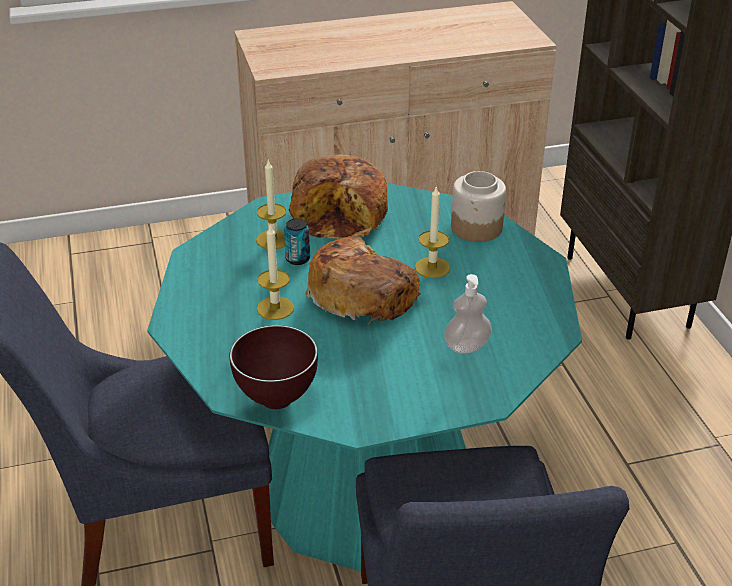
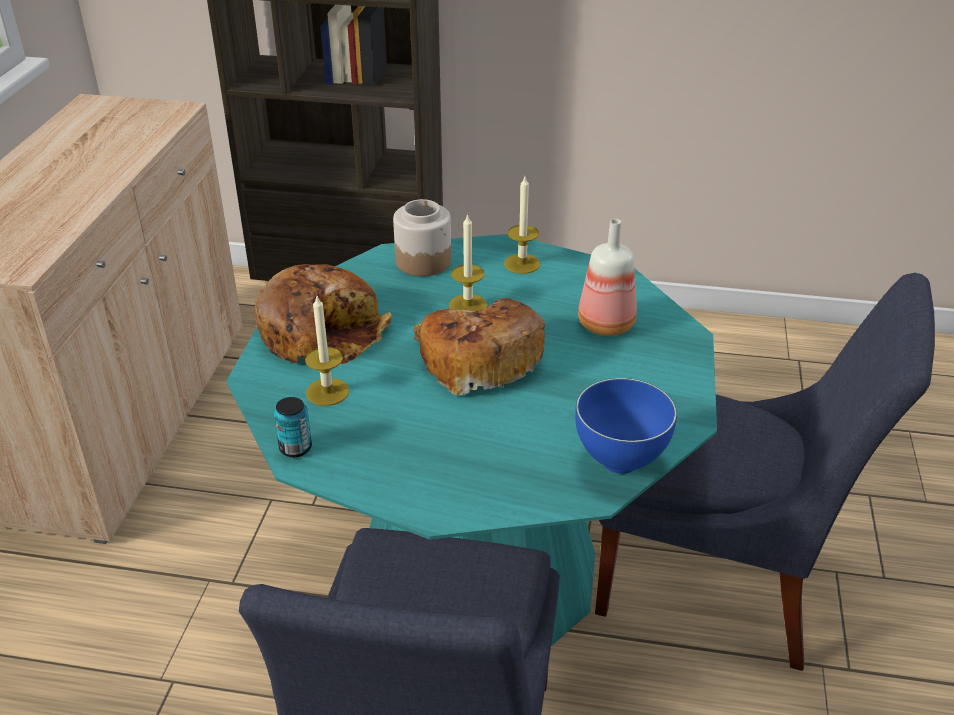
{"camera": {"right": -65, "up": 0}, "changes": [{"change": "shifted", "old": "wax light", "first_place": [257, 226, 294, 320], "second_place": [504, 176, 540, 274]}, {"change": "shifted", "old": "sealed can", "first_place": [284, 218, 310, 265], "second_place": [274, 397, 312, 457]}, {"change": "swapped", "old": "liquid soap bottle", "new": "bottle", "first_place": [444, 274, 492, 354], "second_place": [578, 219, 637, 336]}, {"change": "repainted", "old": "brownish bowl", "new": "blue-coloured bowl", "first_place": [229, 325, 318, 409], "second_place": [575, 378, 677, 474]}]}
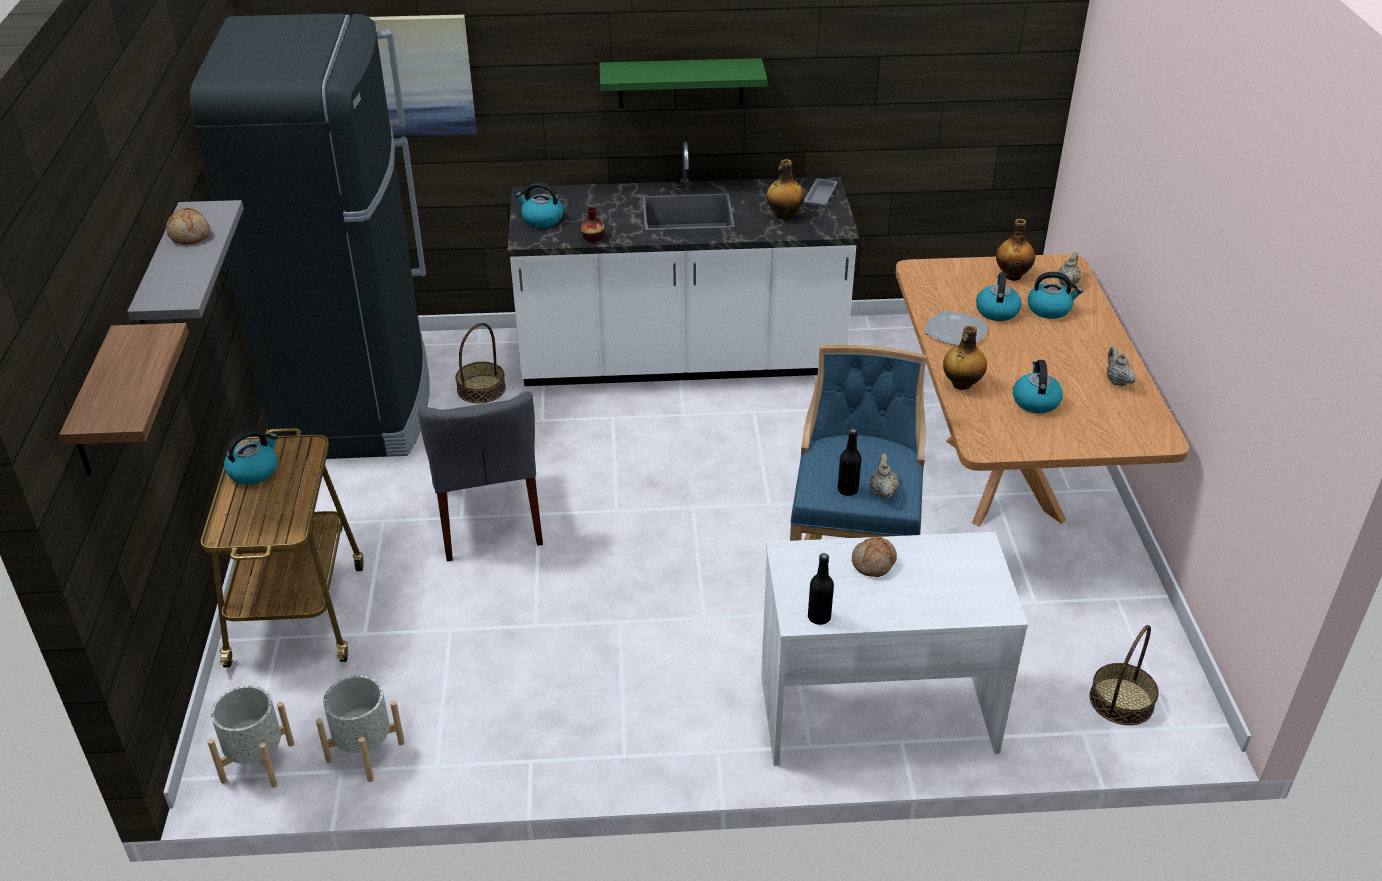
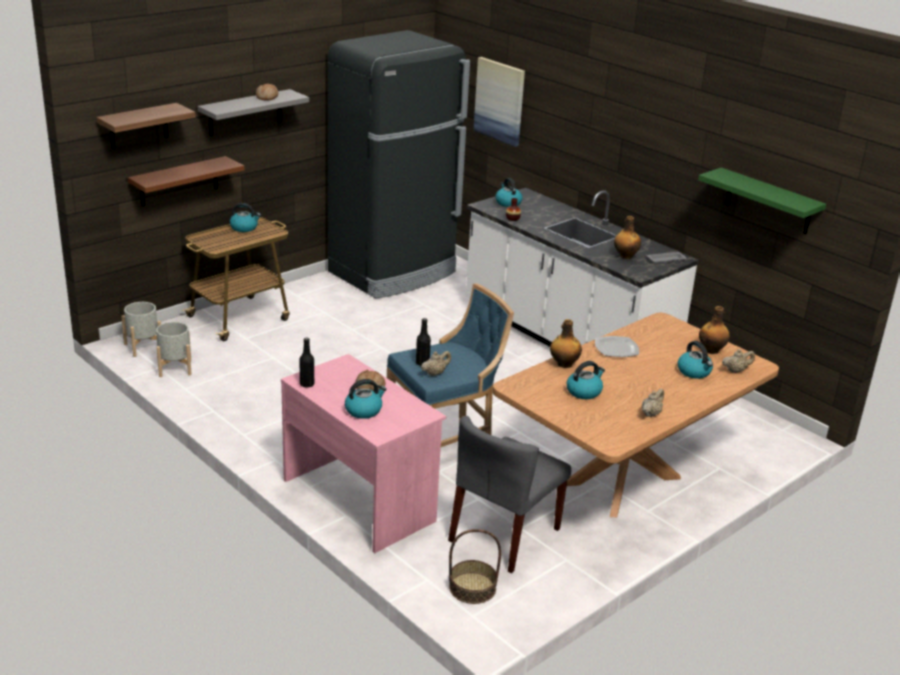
{"camera": {"right": 50, "up": -10}, "changes": [{"change": "gone", "old": "household basket", "first_place": [455, 323, 506, 404]}, {"change": "new", "new": "brownish bracket shelf", "second_place": [128, 156, 245, 207]}, {"change": "shifted", "old": "gray plain chair", "first_place": [418, 391, 543, 562], "second_place": [448, 416, 571, 573]}, {"change": "shifted", "old": "greenish bracket shelf", "first_place": [599, 58, 767, 108], "second_place": [698, 168, 826, 234]}, {"change": "shifted", "old": "water kettle", "first_place": [976, 272, 1022, 321], "second_place": [345, 379, 387, 419]}, {"change": "repainted", "old": "whitish desk unit", "new": "pink desk unit", "first_place": [761, 532, 1028, 766], "second_place": [281, 354, 446, 553]}]}
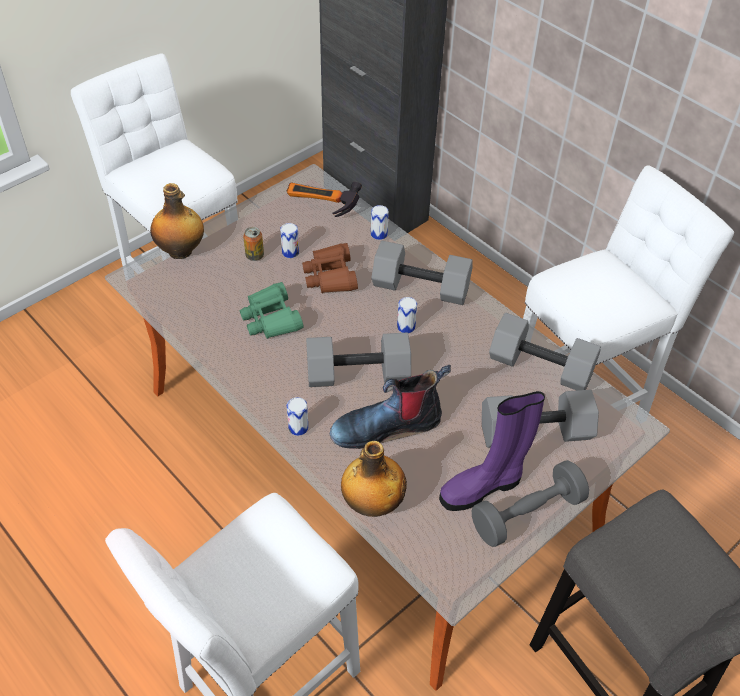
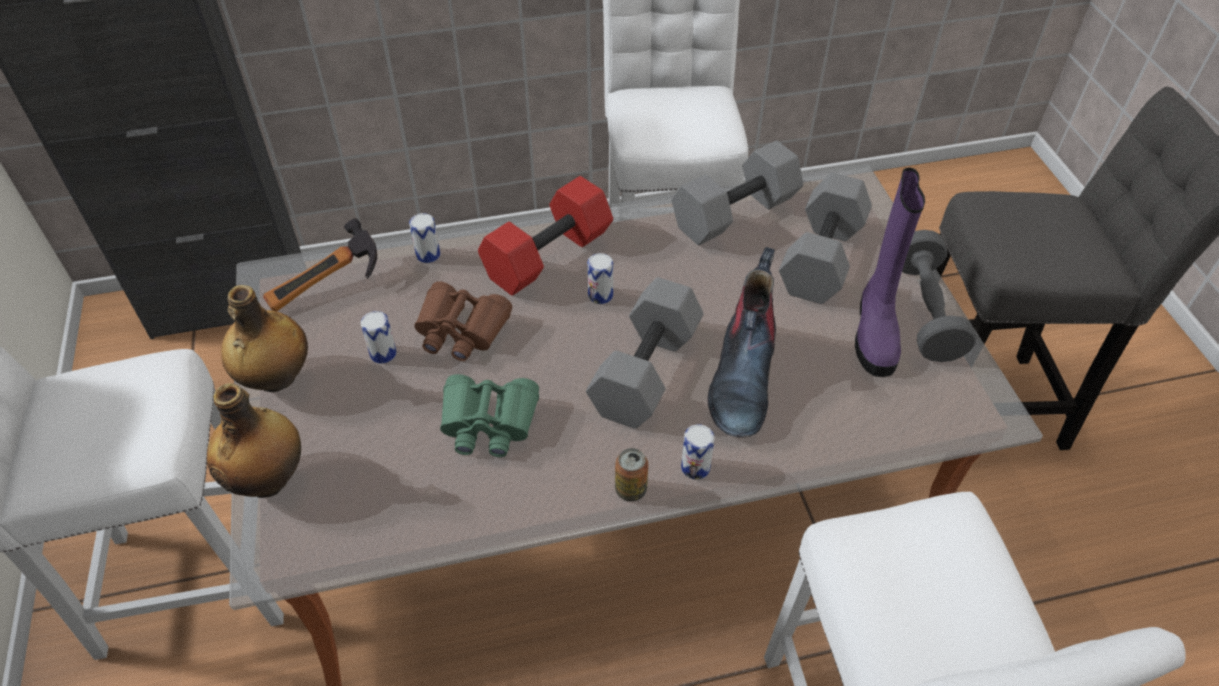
{"camera": {"right": -60, "up": 0}, "changes": [{"change": "shifted", "old": "sealed can", "first_place": [243, 227, 264, 261], "second_place": [615, 448, 648, 502]}, {"change": "shifted", "old": "bottle", "first_place": [341, 441, 407, 517], "second_place": [221, 285, 308, 392]}, {"change": "repainted", "old": "gray free weight", "new": "red free weight", "first_place": [371, 241, 473, 305], "second_place": [478, 176, 613, 296]}]}
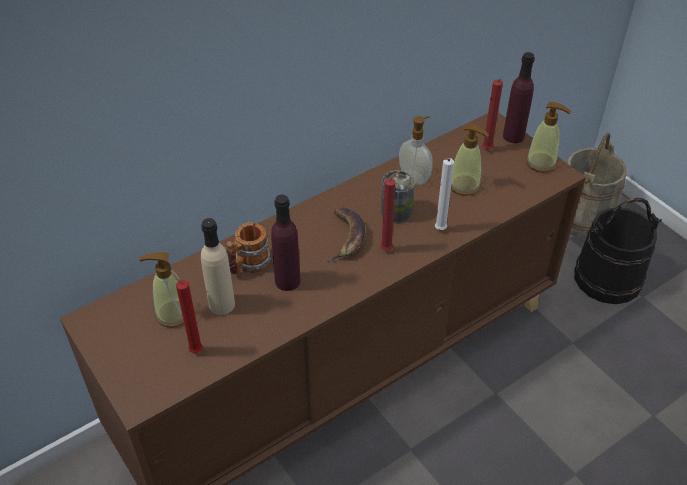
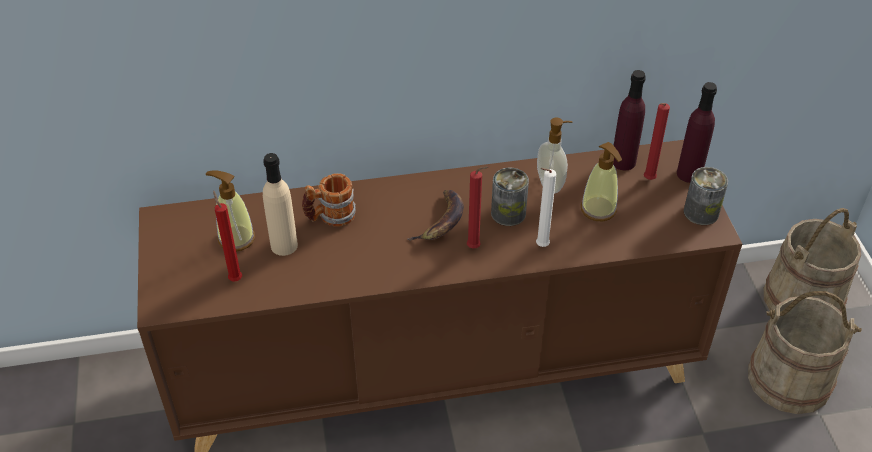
{"camera": {"right": 25, "up": 0}, "changes": [{"change": "shifted", "old": "purple-coloured bottle", "first_place": [271, 195, 300, 291], "second_place": [613, 70, 646, 170]}, {"change": "swapped", "old": "liquid soap bottle", "new": "sealed can", "first_place": [526, 102, 571, 172], "second_place": [684, 167, 728, 225]}, {"change": "repainted", "old": "black-coloured water bucket", "new": "sand-coloured water bucket", "first_place": [574, 198, 662, 304], "second_place": [748, 291, 862, 414]}]}
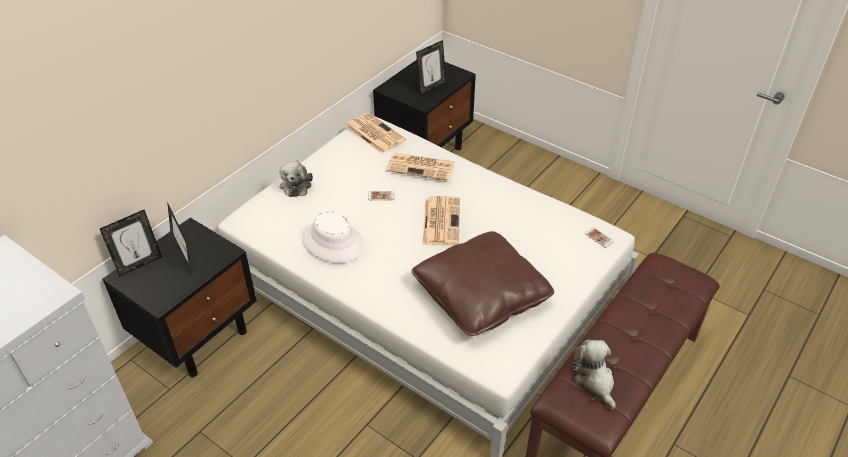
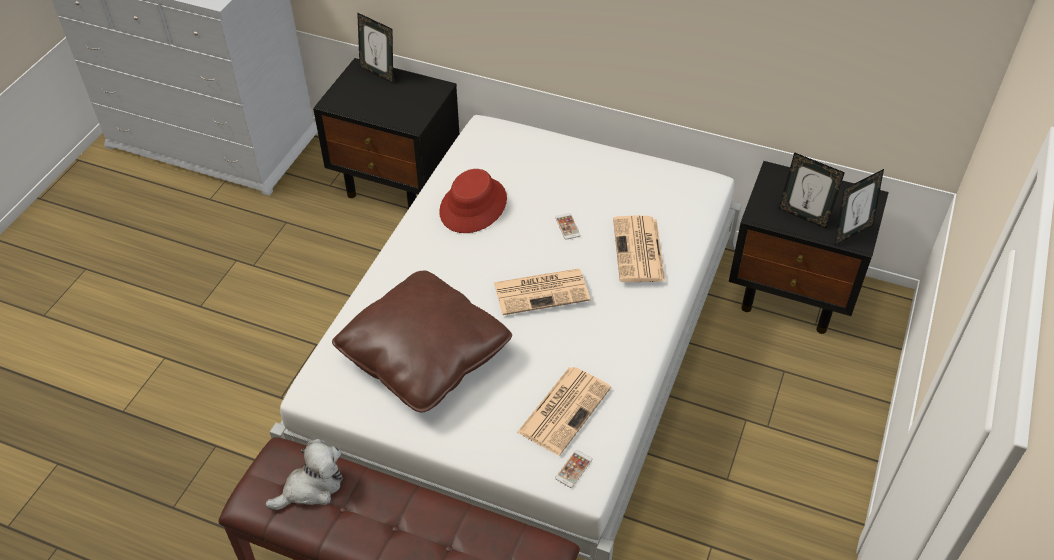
{"camera": {"right": 75, "up": 5}, "changes": [{"change": "gone", "old": "cuddly toy", "first_place": [279, 161, 313, 197]}, {"change": "shifted", "old": "picture frame", "first_place": [167, 202, 192, 274], "second_place": [835, 169, 884, 245]}, {"change": "shifted", "old": "newspaper", "first_place": [345, 113, 406, 154], "second_place": [517, 367, 611, 455]}, {"change": "repainted", "old": "whitish clothing hat", "new": "red clothing hat", "first_place": [303, 212, 363, 263], "second_place": [439, 169, 507, 233]}]}
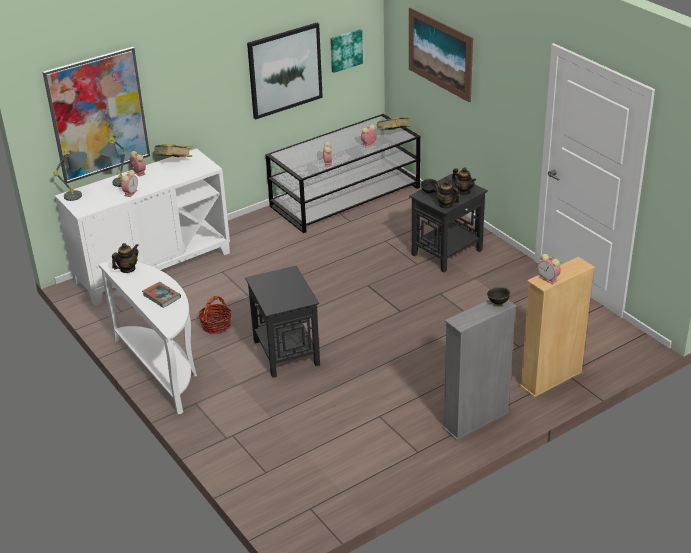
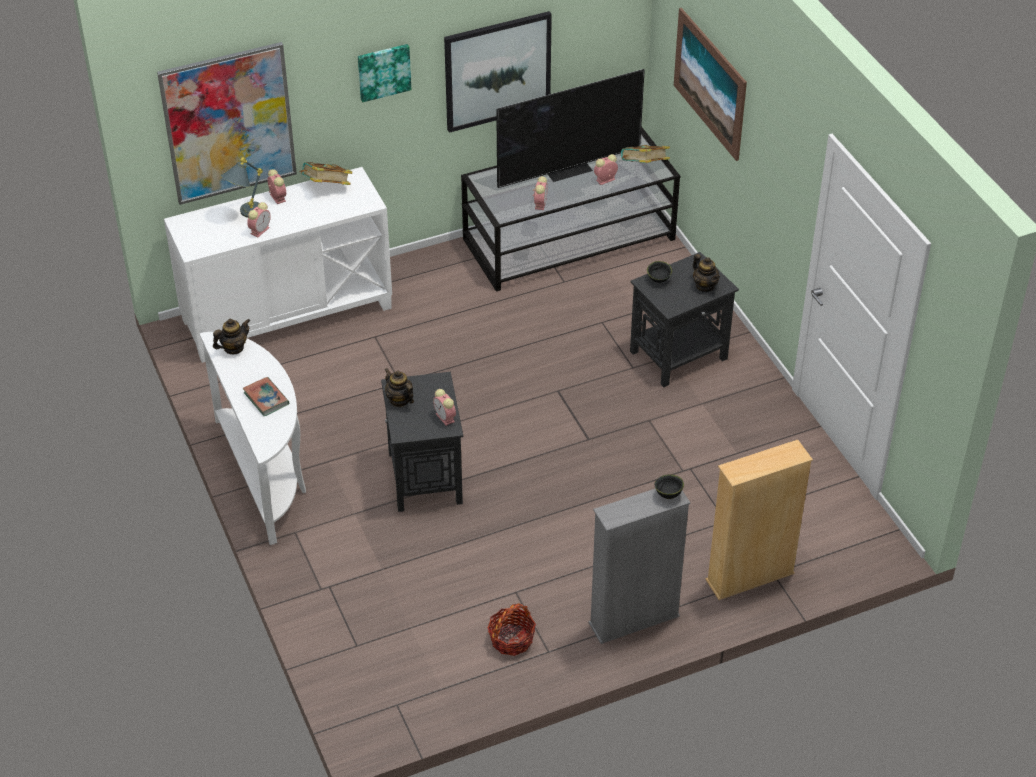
{"camera": {"right": 10, "up": 10}, "changes": [{"change": "gone", "old": "gray table lamp", "first_place": [53, 150, 87, 201]}, {"change": "new", "new": "TV set", "second_place": [496, 69, 645, 188]}, {"change": "shifted", "old": "household basket", "first_place": [199, 296, 231, 334], "second_place": [487, 603, 536, 656]}, {"change": "shifted", "old": "wall art", "first_place": [330, 29, 363, 73], "second_place": [358, 44, 411, 102]}, {"change": "shifted", "old": "teapot", "first_place": [433, 181, 460, 209], "second_place": [384, 368, 414, 407]}, {"change": "shifted", "old": "table clock", "first_place": [538, 254, 561, 284], "second_place": [433, 389, 456, 426]}]}
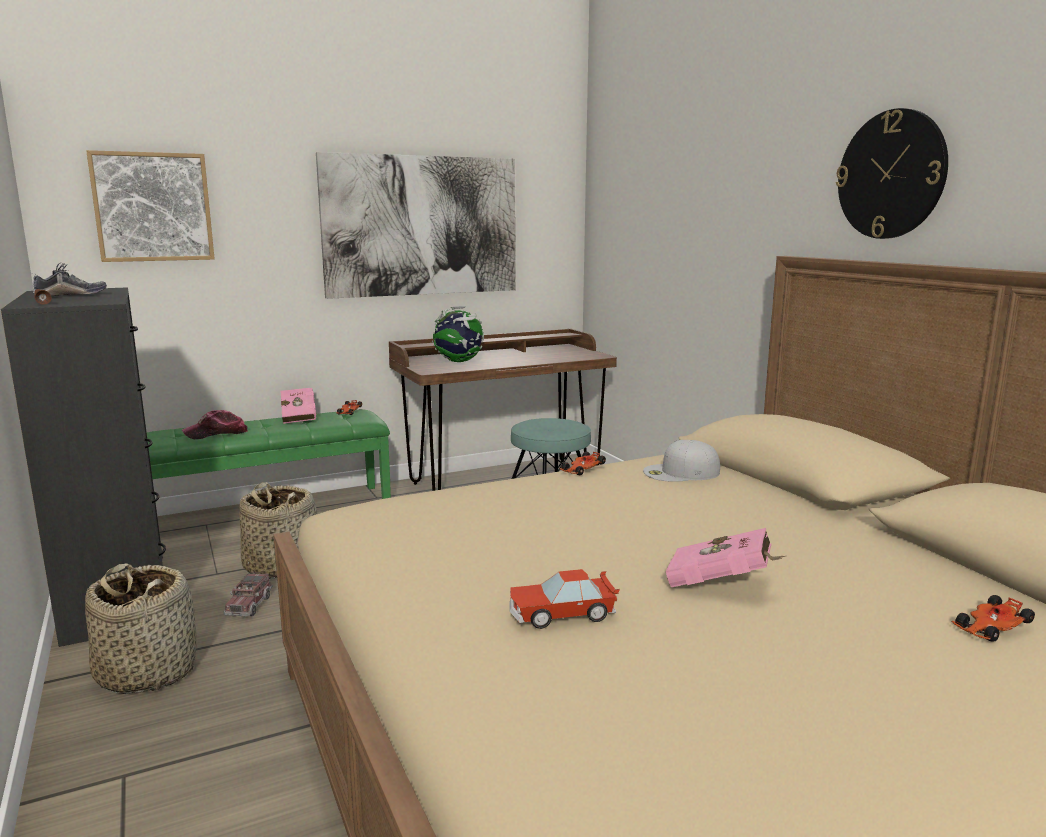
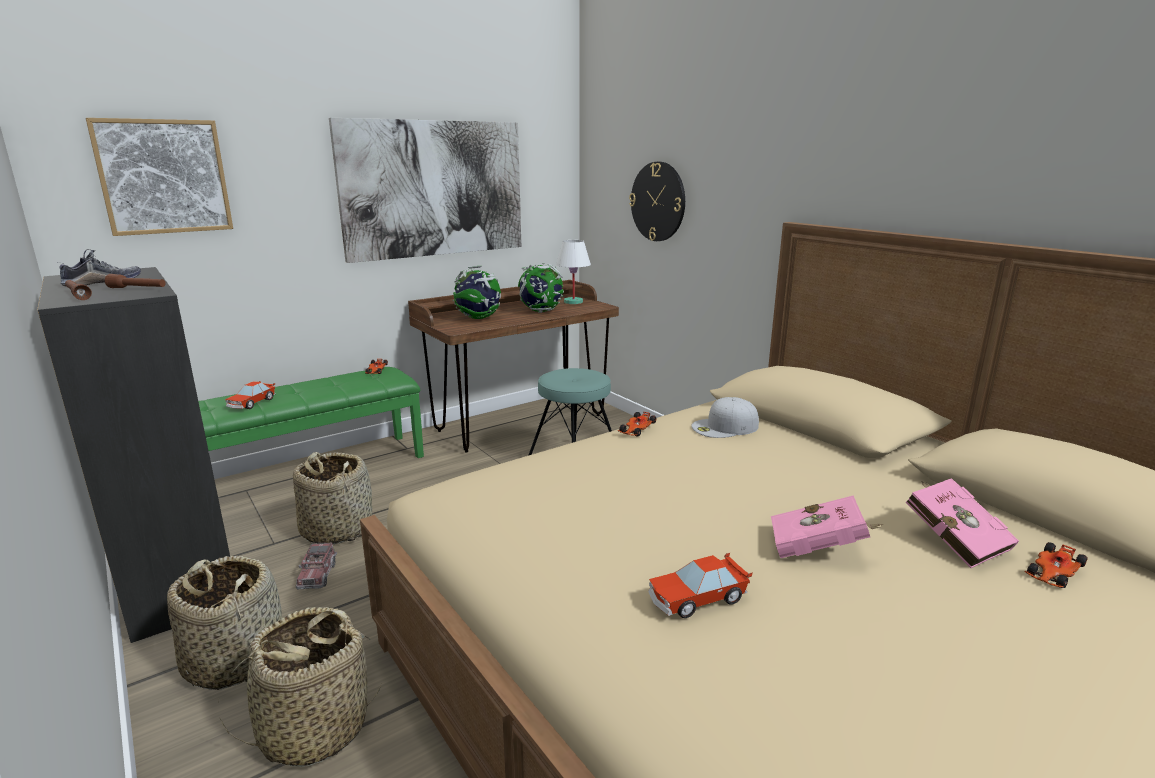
{"camera": {"right": -10, "up": 5}, "changes": [{"change": "new", "new": "brownish flashlight", "second_place": [105, 274, 166, 288]}, {"change": "new", "new": "household basket", "second_place": [218, 607, 381, 767]}, {"change": "new", "new": "globe", "second_place": [518, 263, 564, 313]}, {"change": "new", "new": "whitish table lamp", "second_place": [556, 240, 591, 304]}, {"change": "shifted", "old": "pink volume", "first_place": [281, 388, 316, 424], "second_place": [906, 478, 1019, 568]}, {"change": "shifted", "old": "hanging clock", "first_place": [836, 108, 948, 239], "second_place": [629, 162, 685, 241]}, {"change": "swapped", "old": "baseball cap", "new": "toy car", "first_place": [182, 410, 248, 439], "second_place": [225, 381, 275, 409]}]}
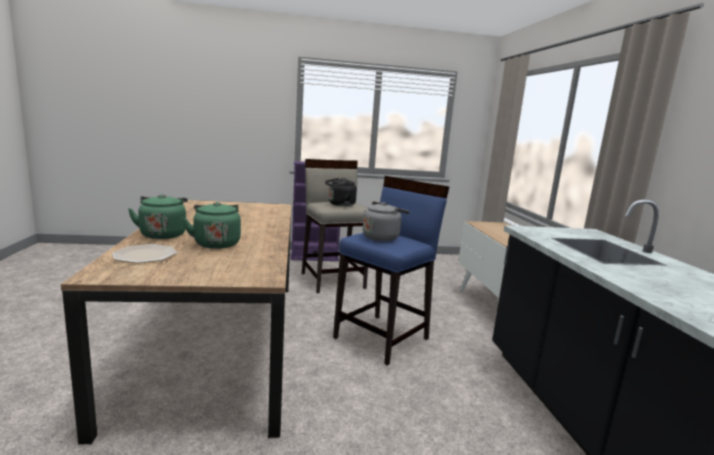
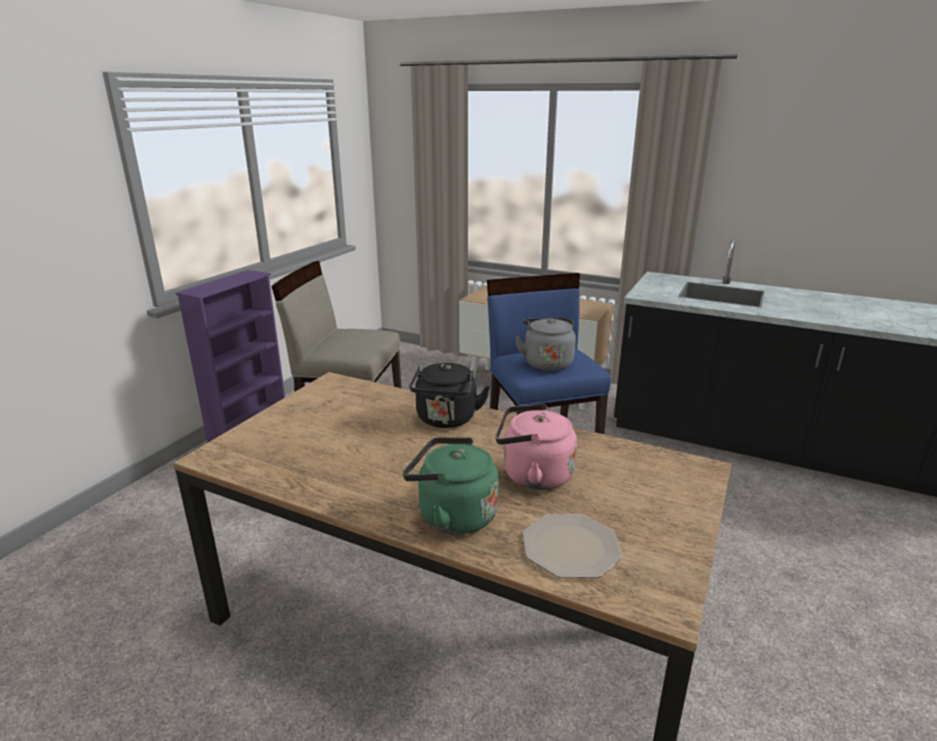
{"camera": {"right": -55, "up": 10}, "changes": [{"change": "shifted", "old": "black-coloured water kettle", "first_place": [325, 178, 357, 206], "second_place": [409, 363, 490, 428]}, {"change": "repainted", "old": "greenish water kettle", "new": "pink water kettle", "first_place": [182, 202, 241, 249], "second_place": [495, 404, 577, 490]}]}
